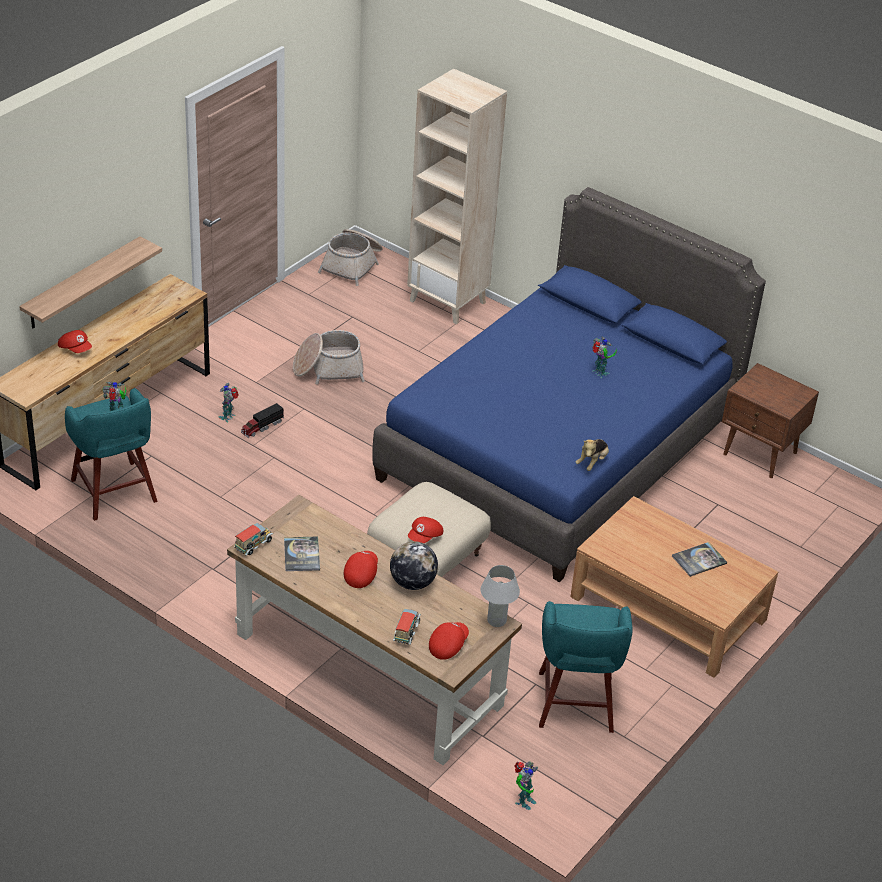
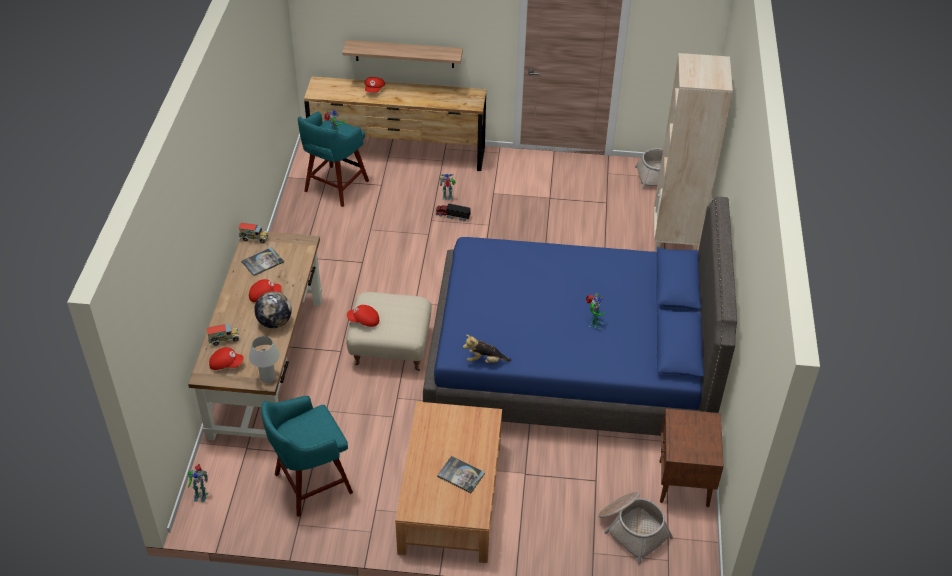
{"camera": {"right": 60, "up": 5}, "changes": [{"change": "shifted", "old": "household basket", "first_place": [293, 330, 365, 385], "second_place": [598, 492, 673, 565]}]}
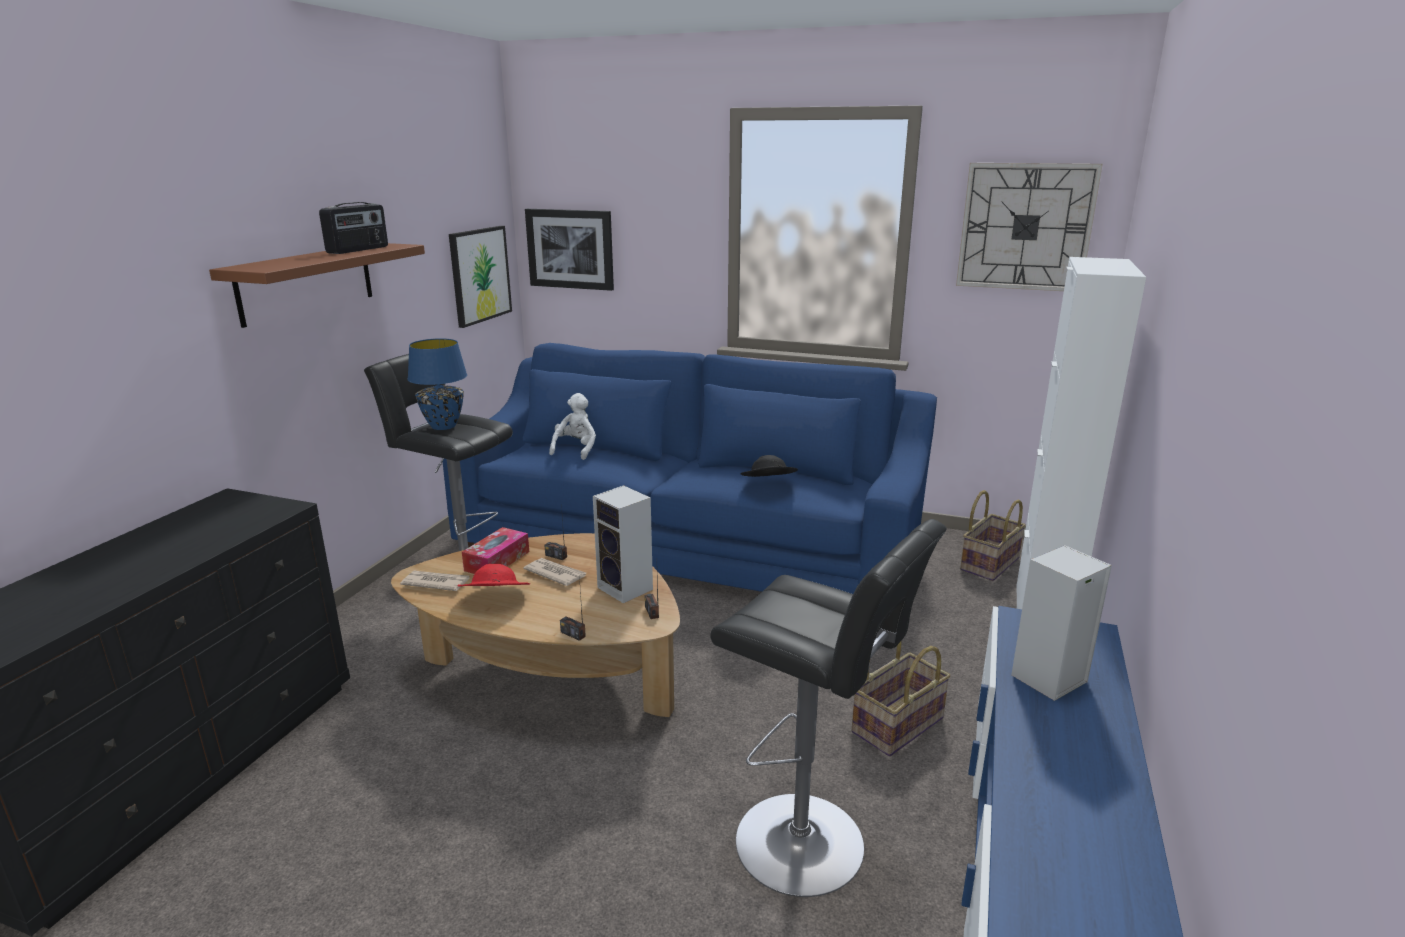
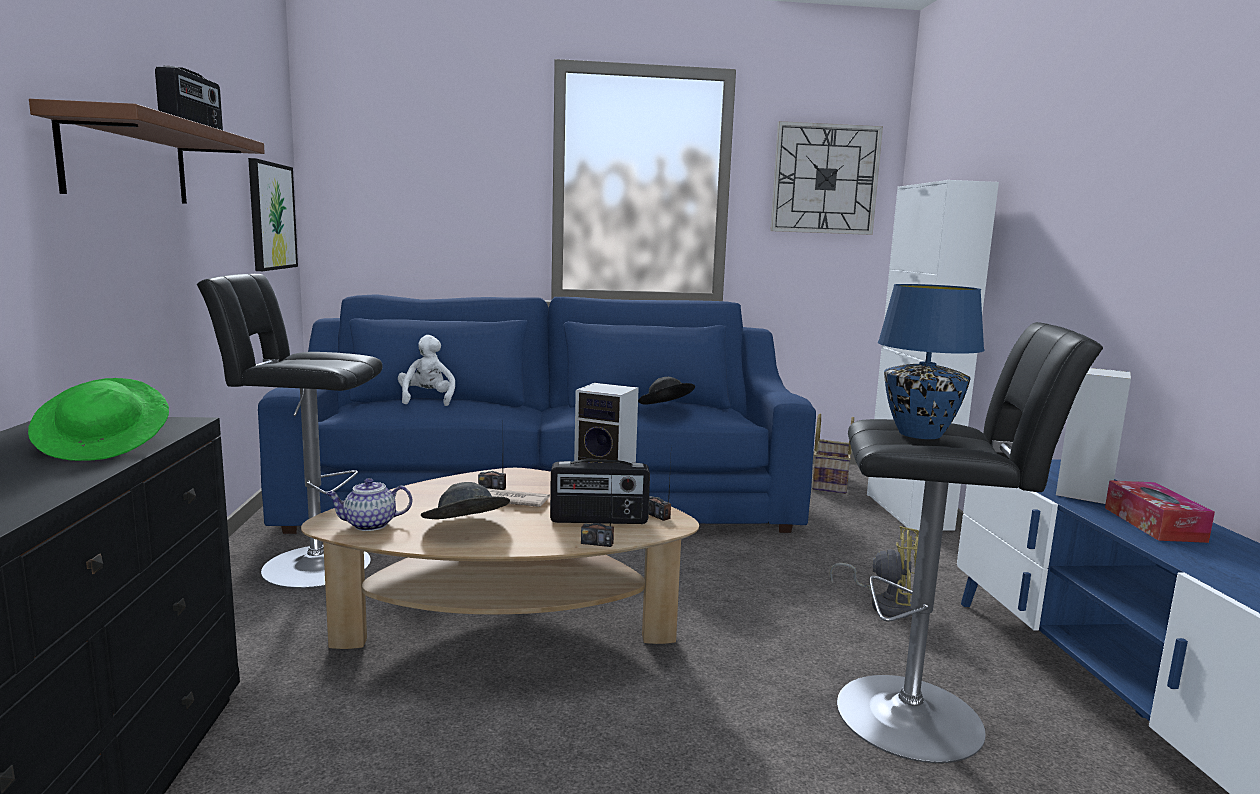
{"camera": {"right": -25, "up": -10}, "changes": [{"change": "gone", "old": "wall art", "first_place": [525, 209, 614, 291]}, {"change": "new", "new": "greenish clothing hat", "second_place": [28, 378, 169, 461]}, {"change": "new", "new": "radio receiver", "second_place": [550, 459, 650, 524]}, {"change": "shifted", "old": "blue-coloured table lamp", "first_place": [407, 338, 467, 430], "second_place": [878, 284, 985, 439]}, {"change": "shifted", "old": "tissue holder", "first_place": [462, 527, 529, 574], "second_place": [1105, 480, 1215, 543]}, {"change": "swapped", "old": "newspaper", "new": "teapot", "first_place": [400, 571, 470, 591], "second_place": [326, 478, 412, 531]}, {"change": "swapped", "old": "household basket", "new": "yellow-coloured electric fan", "first_place": [851, 642, 951, 757], "second_place": [830, 526, 919, 618]}, {"change": "repainted", "old": "red clothing hat", "new": "gray clothing hat", "first_place": [457, 564, 530, 586], "second_place": [421, 482, 510, 519]}]}
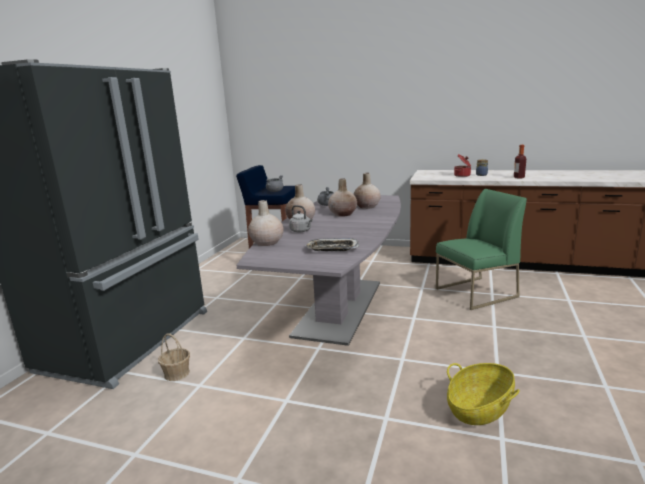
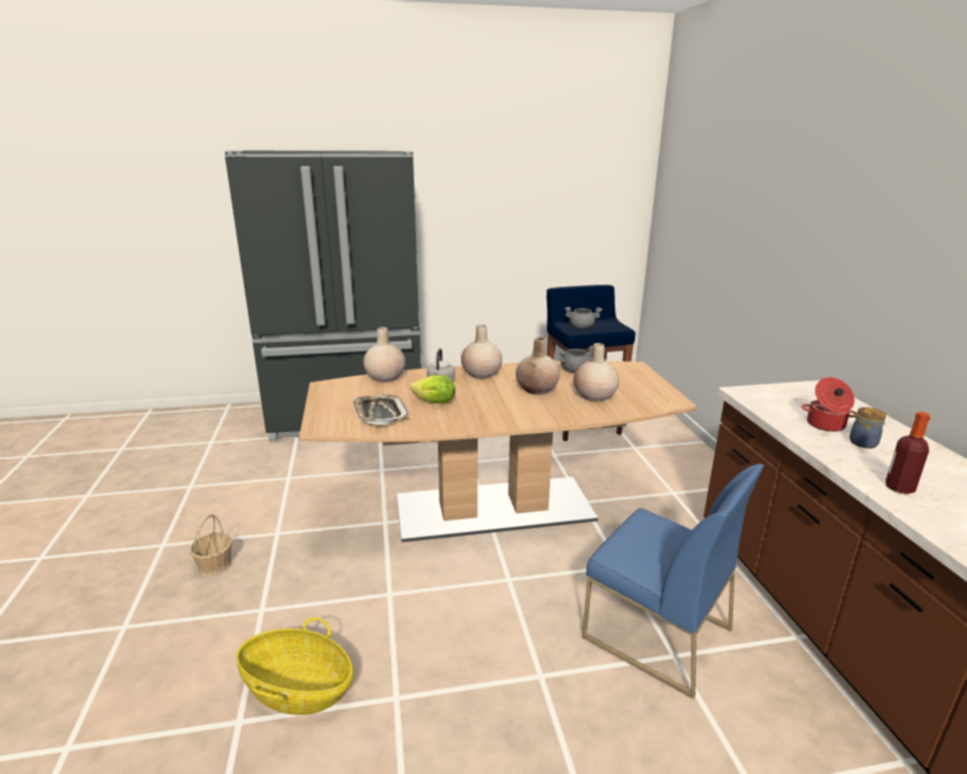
{"camera": {"right": 60, "up": 5}, "changes": [{"change": "new", "new": "head of lettuce", "second_place": [410, 375, 455, 403]}, {"change": "shifted", "old": "household basket", "first_place": [158, 333, 190, 381], "second_place": [189, 514, 232, 576]}, {"change": "repainted", "old": "gray kitchen table", "new": "brownish kitchen table", "first_place": [237, 195, 401, 346], "second_place": [299, 361, 696, 542]}, {"change": "repainted", "old": "greenish plain chair", "new": "blue-coloured plain chair", "first_place": [436, 189, 527, 310], "second_place": [582, 464, 764, 699]}]}
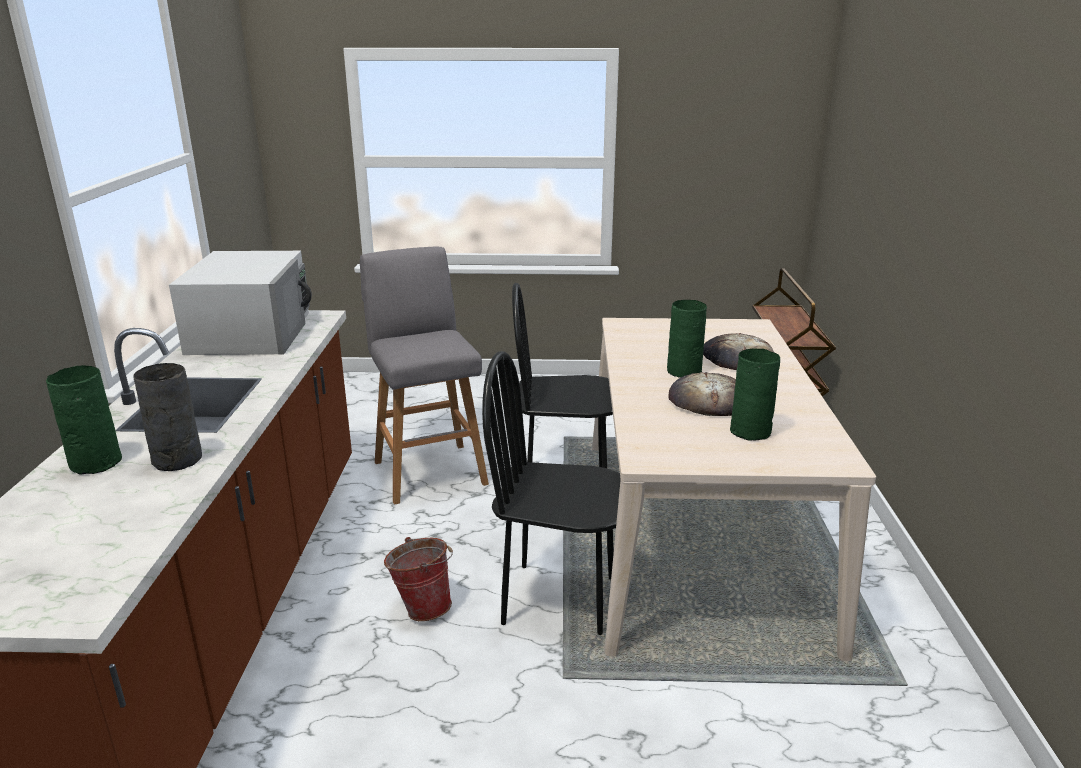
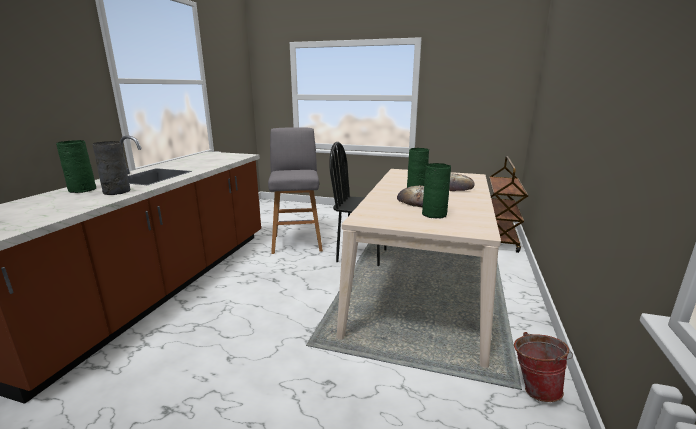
{"camera": {"right": 15, "up": -5}, "changes": [{"change": "gone", "old": "whitish microwave", "first_place": [169, 251, 312, 355]}, {"change": "gone", "old": "black-coloured plain chair", "first_place": [482, 351, 621, 635]}, {"change": "shifted", "old": "water bucket", "first_place": [384, 537, 453, 621], "second_place": [514, 332, 573, 402]}]}
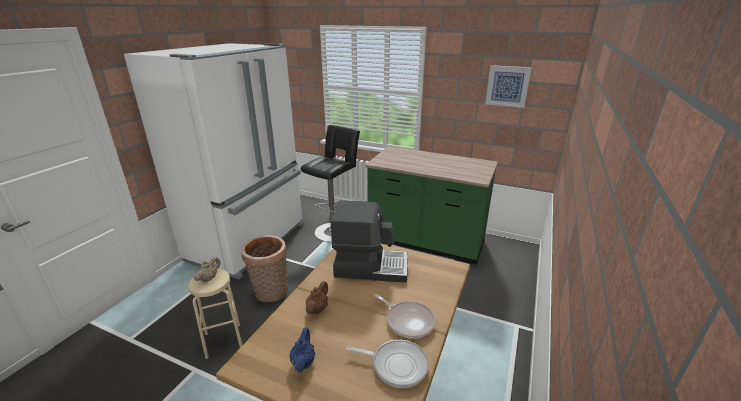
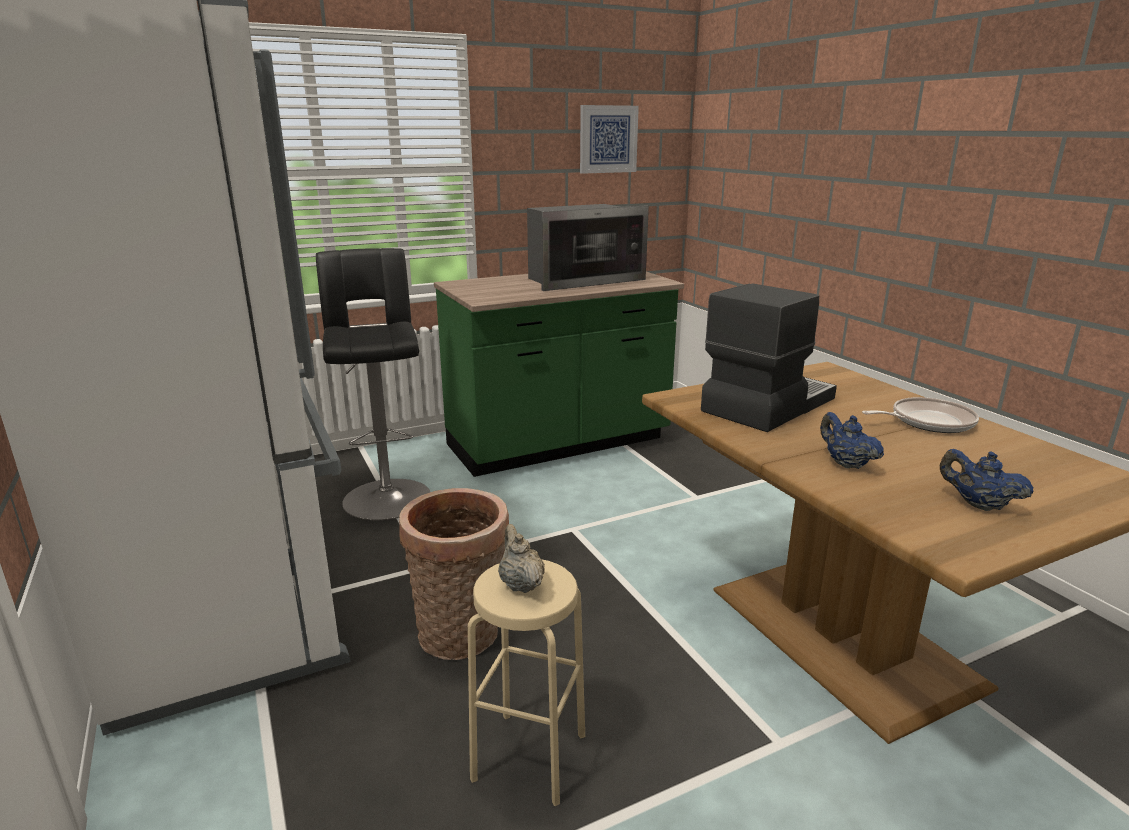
{"camera": {"right": -50, "up": -5}, "changes": [{"change": "gone", "old": "frying pan", "first_place": [346, 340, 429, 388]}, {"change": "new", "new": "microwave", "second_place": [527, 204, 649, 291]}, {"change": "repainted", "old": "brownish teapot", "new": "blue-coloured teapot", "first_place": [306, 281, 328, 314], "second_place": [820, 412, 884, 469]}]}
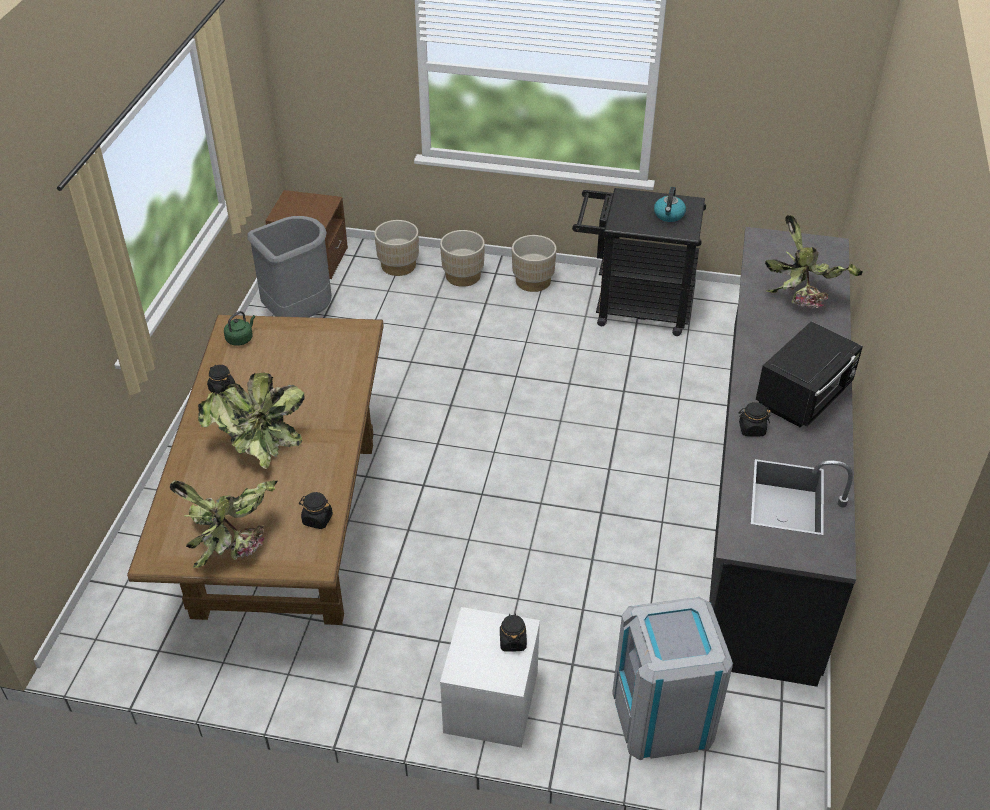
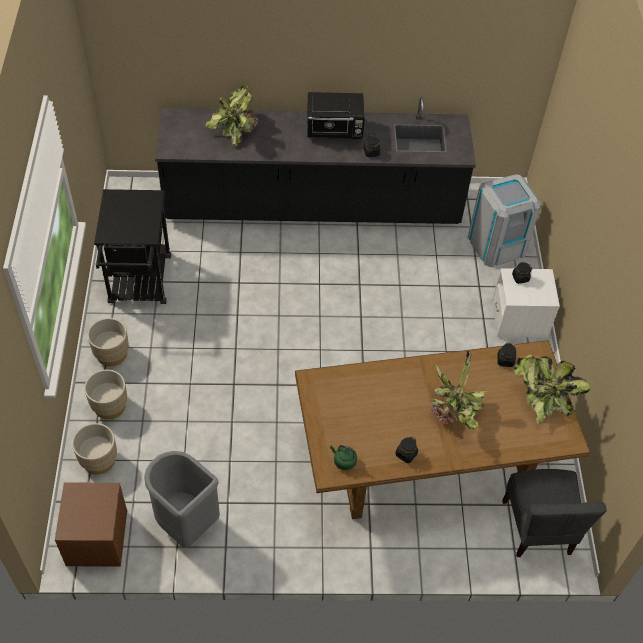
{"camera": {"right": -105, "up": 10}, "changes": [{"change": "gone", "old": "water kettle", "first_place": [654, 187, 686, 222]}, {"change": "new", "new": "gray plain chair", "second_place": [502, 469, 606, 557]}, {"change": "rotated", "old": "black-coloured microwave", "first_place": [756, 321, 863, 427], "second_place": [307, 92, 365, 139], "degrees": 150}]}
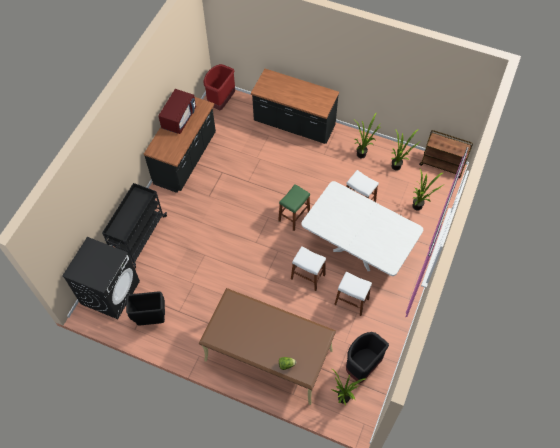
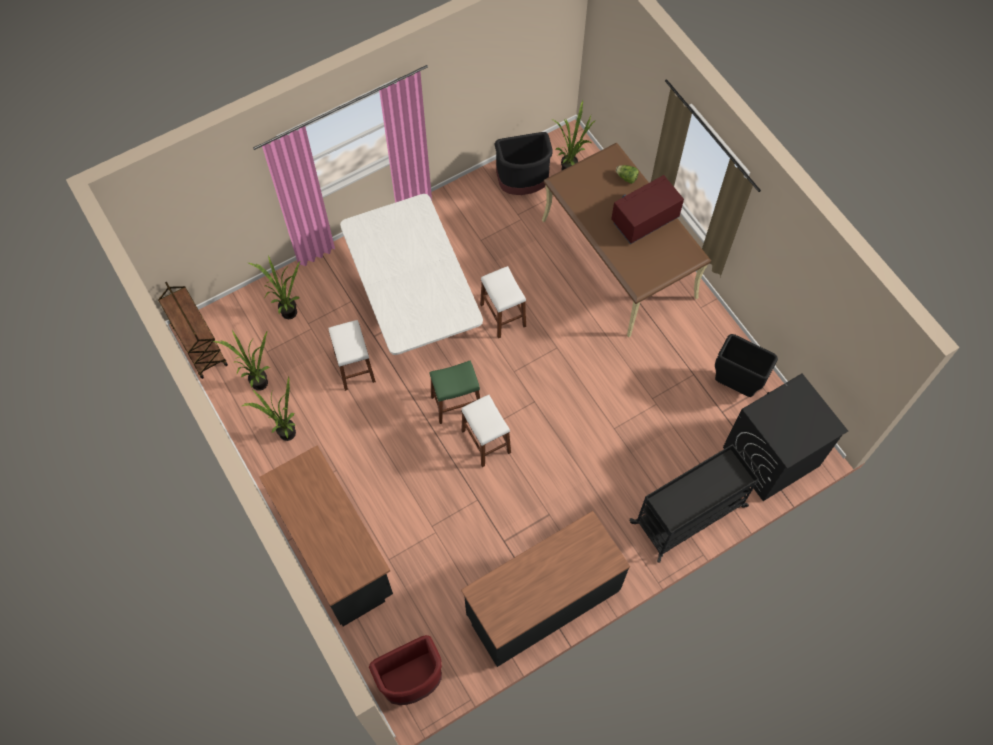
{"camera": {"right": -145, "up": 5}, "changes": [{"change": "shifted", "old": "red microwave", "first_place": [158, 89, 196, 134], "second_place": [611, 175, 684, 244]}, {"change": "shifted", "old": "whitish stool seat", "first_place": [334, 272, 372, 316], "second_place": [461, 395, 511, 467]}]}
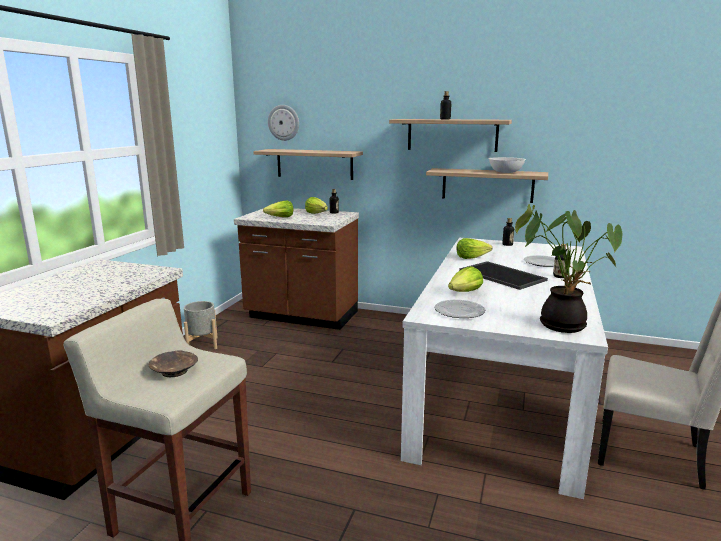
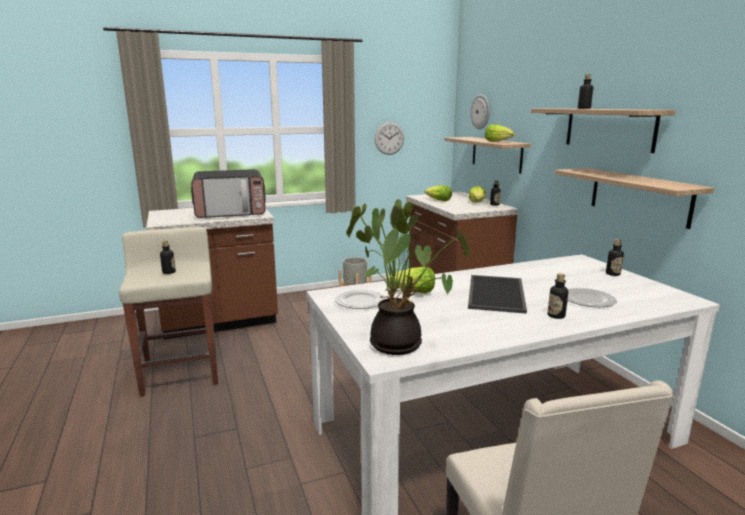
{"camera": {"right": 50, "up": 0}, "changes": [{"change": "gone", "old": "whitish bowl", "first_place": [488, 157, 526, 173]}, {"change": "new", "new": "microwave", "second_place": [191, 169, 266, 218]}, {"change": "new", "new": "hanging clock", "second_place": [375, 122, 404, 155]}, {"change": "shifted", "old": "head of lettuce", "first_place": [456, 238, 492, 259], "second_place": [485, 124, 515, 142]}, {"change": "swapped", "old": "brownish bowl", "new": "bottle", "first_place": [149, 351, 198, 377], "second_place": [160, 240, 176, 274]}]}
